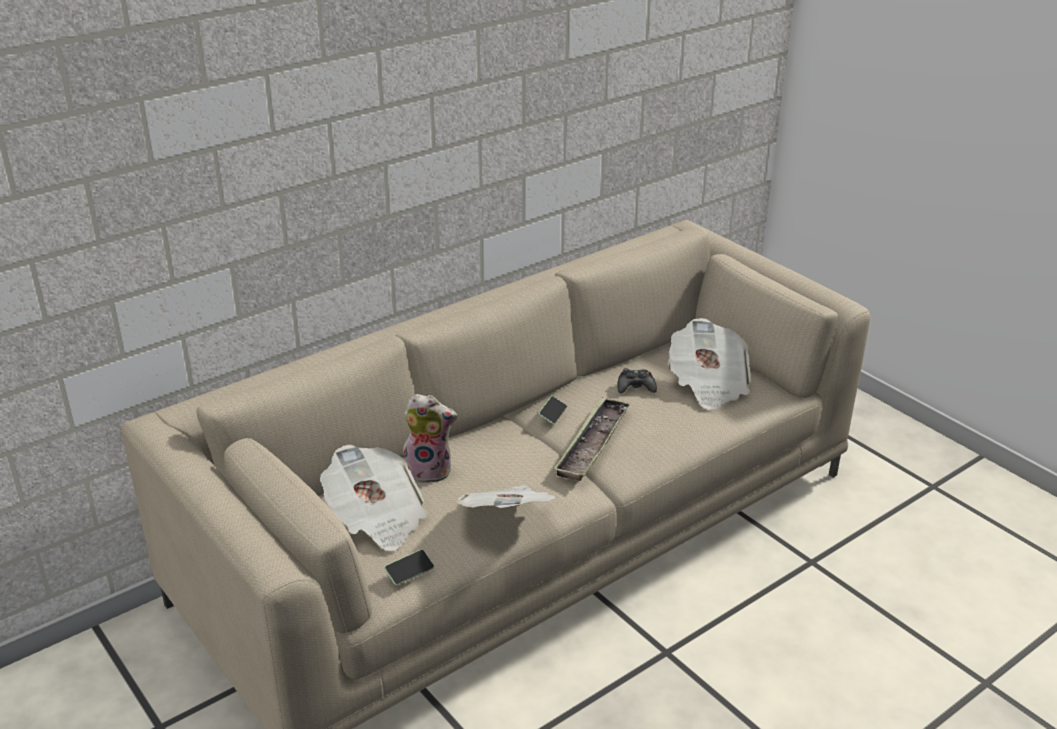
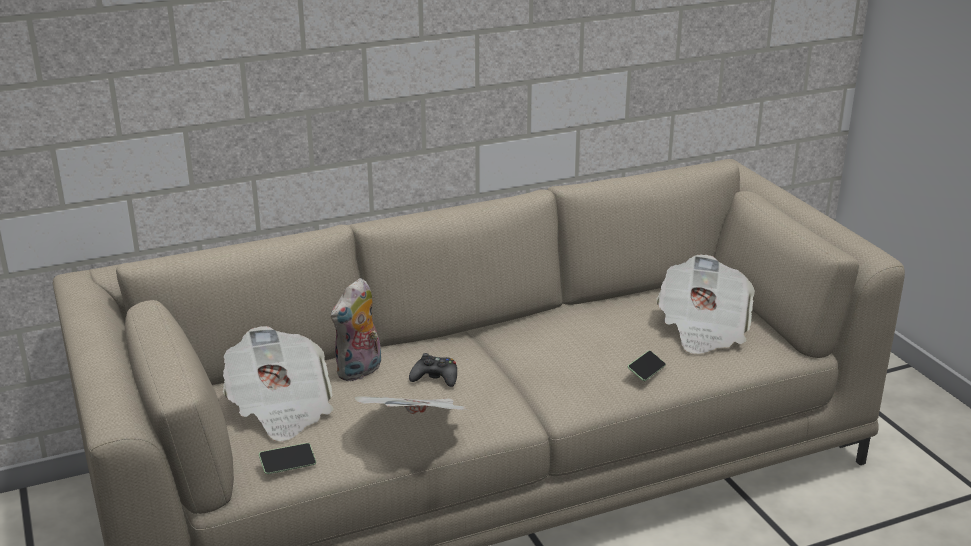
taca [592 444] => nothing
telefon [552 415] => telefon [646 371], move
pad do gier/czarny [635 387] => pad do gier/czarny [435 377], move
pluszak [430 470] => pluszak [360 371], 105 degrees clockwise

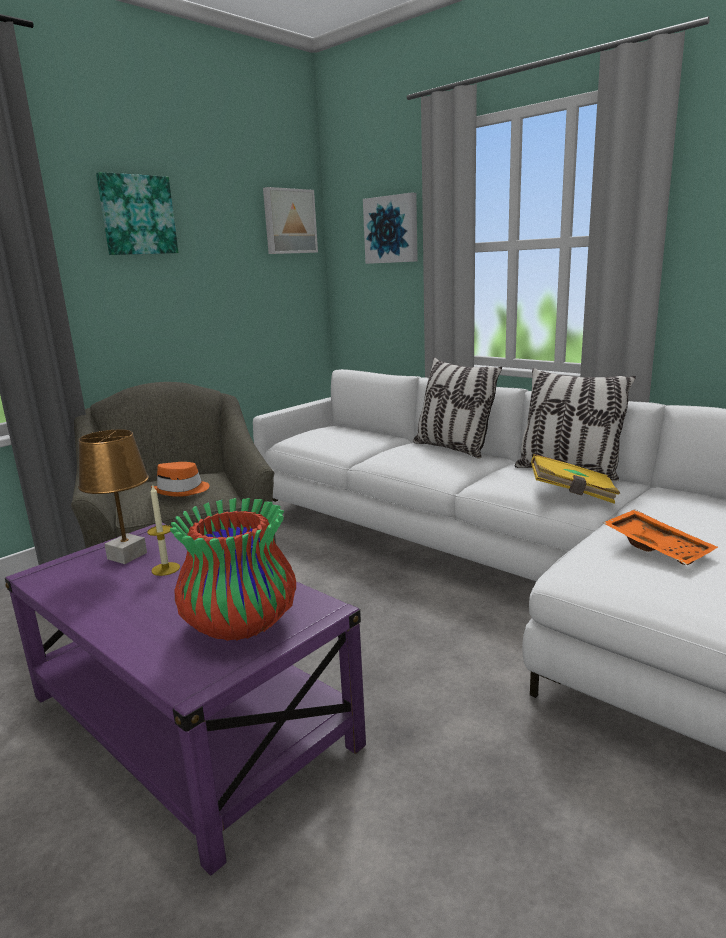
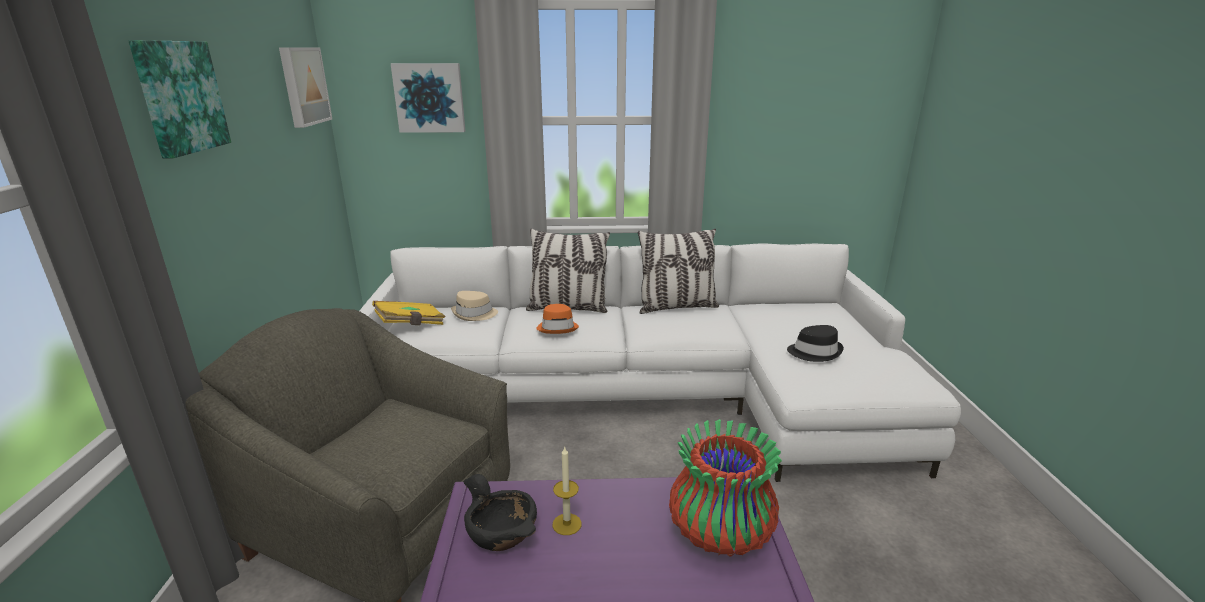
nothing => kapelusz/beżowy [474 314]
kapelusz/pomarańczowy [182 490] => kapelusz/pomarańczowy [557 327], move
książka/żółty [572 494] => książka/żółty [410 325], move
lampa stołowa/brązowy [127 556] => miska/czarny [502 533]
taca/pomarańczowy [658 547] => kapelusz/czarny [814 352]

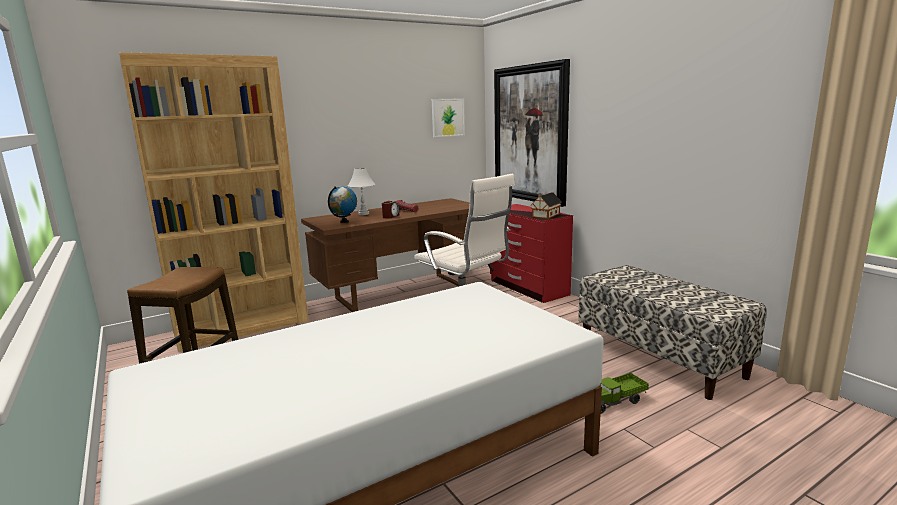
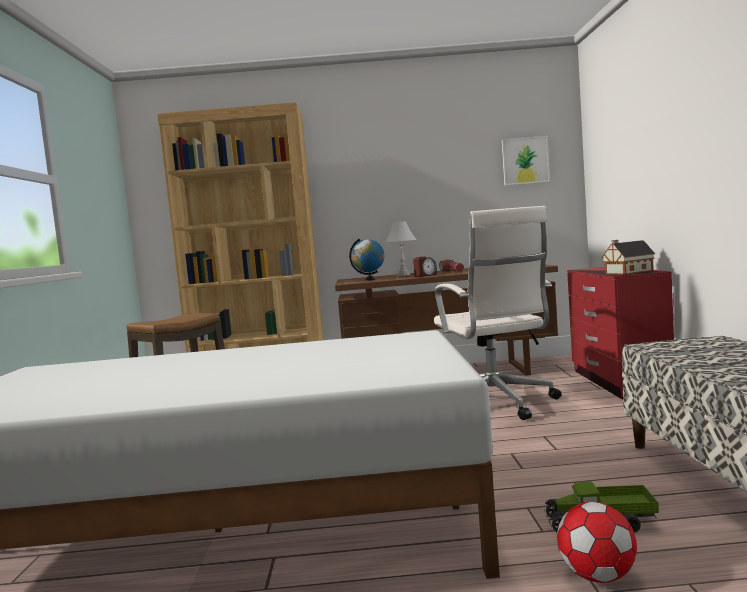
obraz [530 134] => nothing
nothing => piłka futbolowa [598 576]

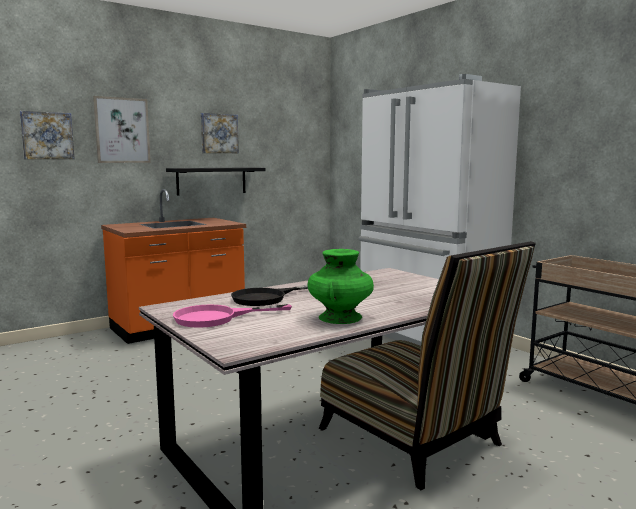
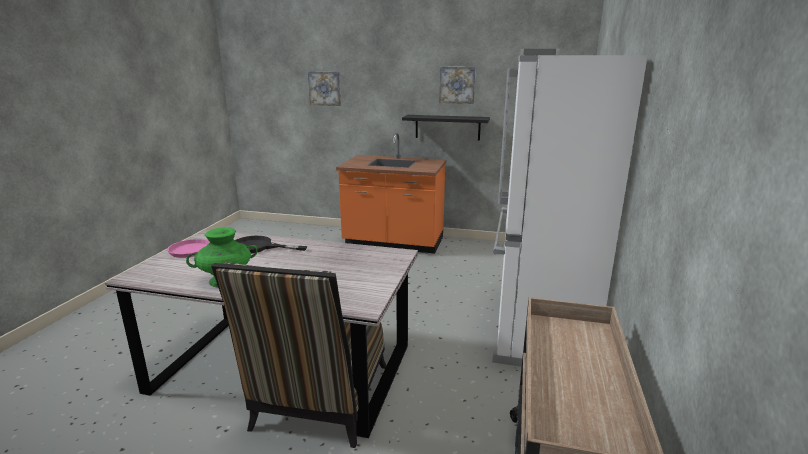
obraz [122 130] => nothing

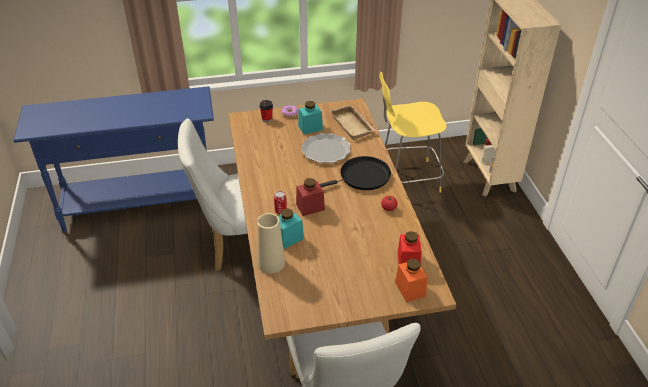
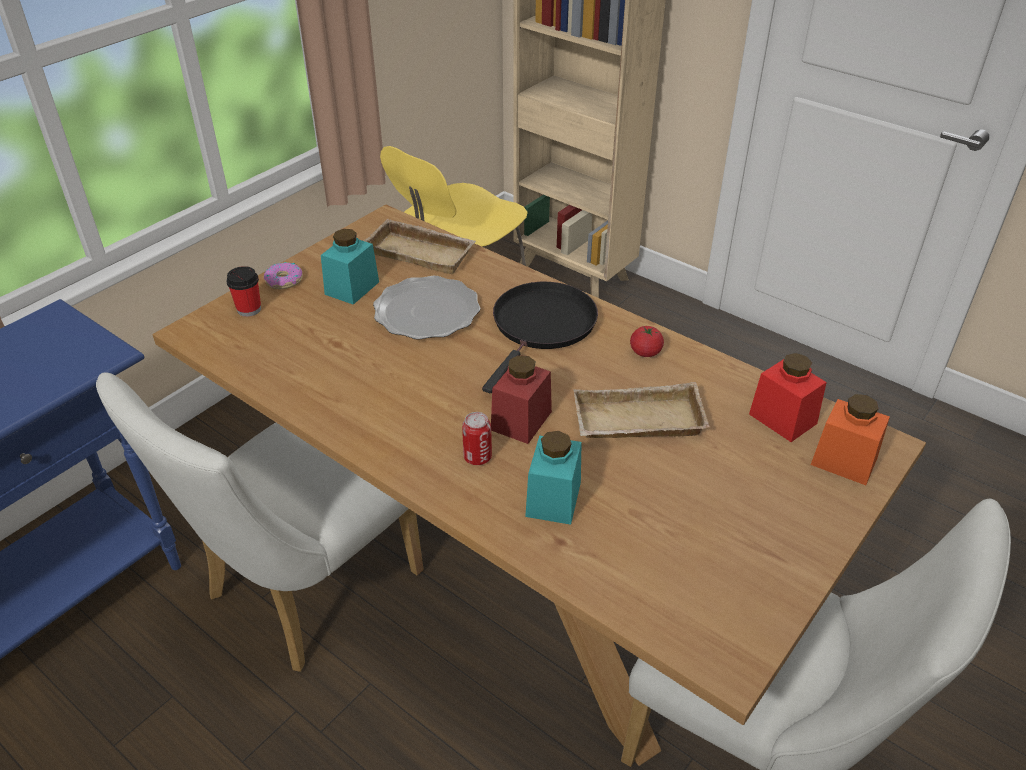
wazon/beżowy [271 263] => nothing
nothing => taca/beżowy [637 423]

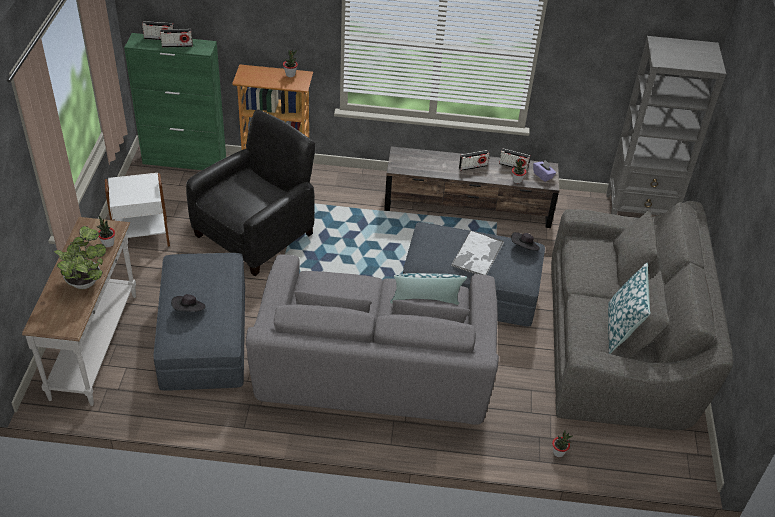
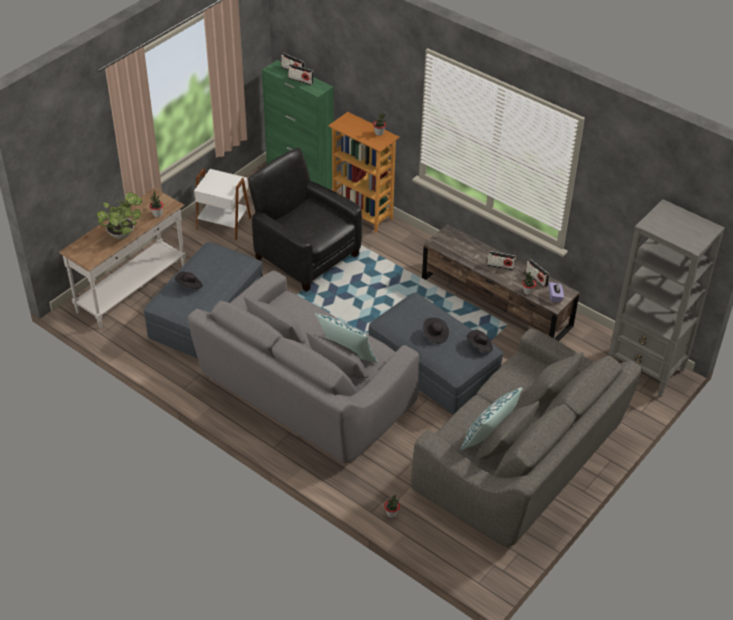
taca [477 255] => kapelusz/czarny [435 335]
fotel/czarny [255 234] => fotel/czarny [306 256], 120 degrees counterclockwise

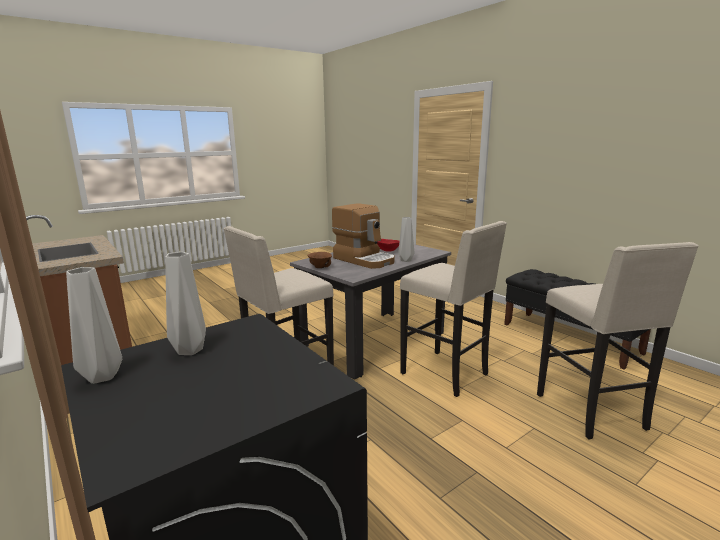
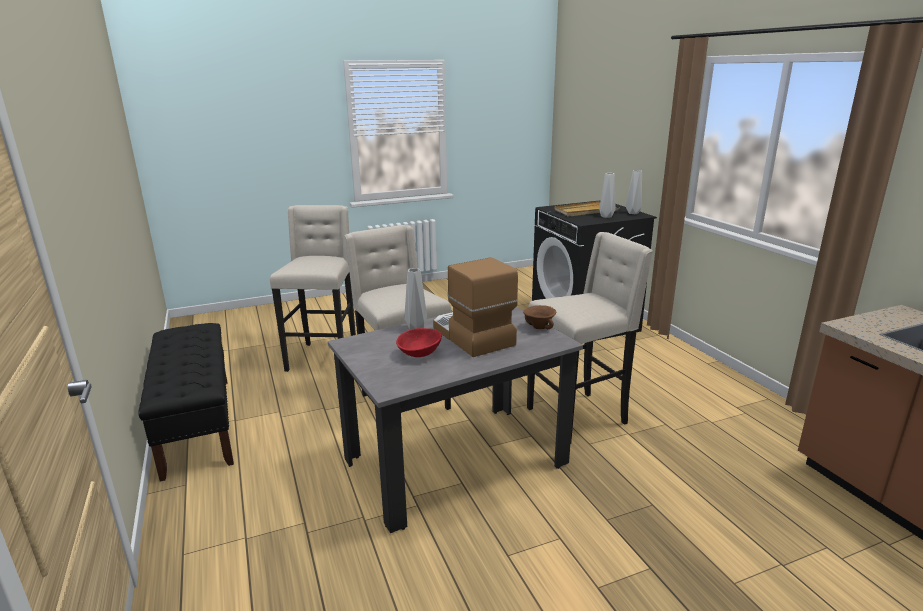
nothing => taca/beżowy [585 211]

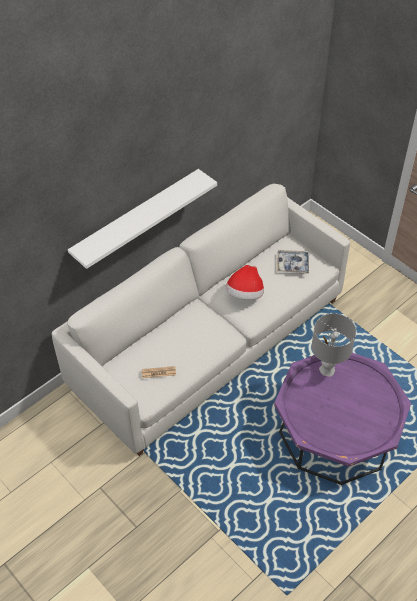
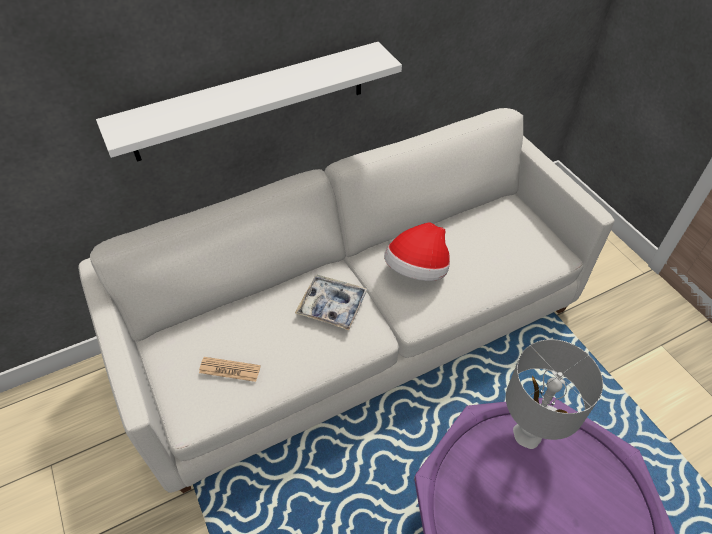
taca [292 264] => taca [332 306], move

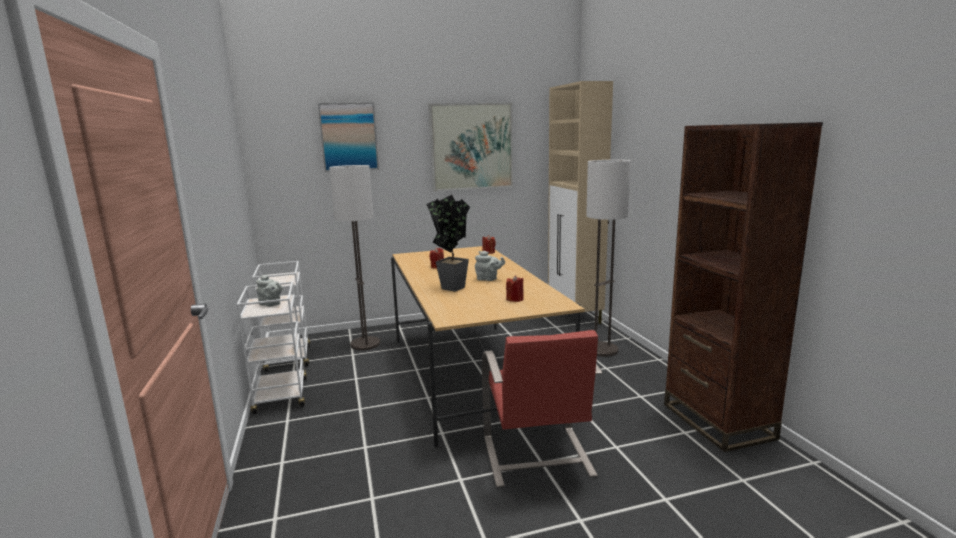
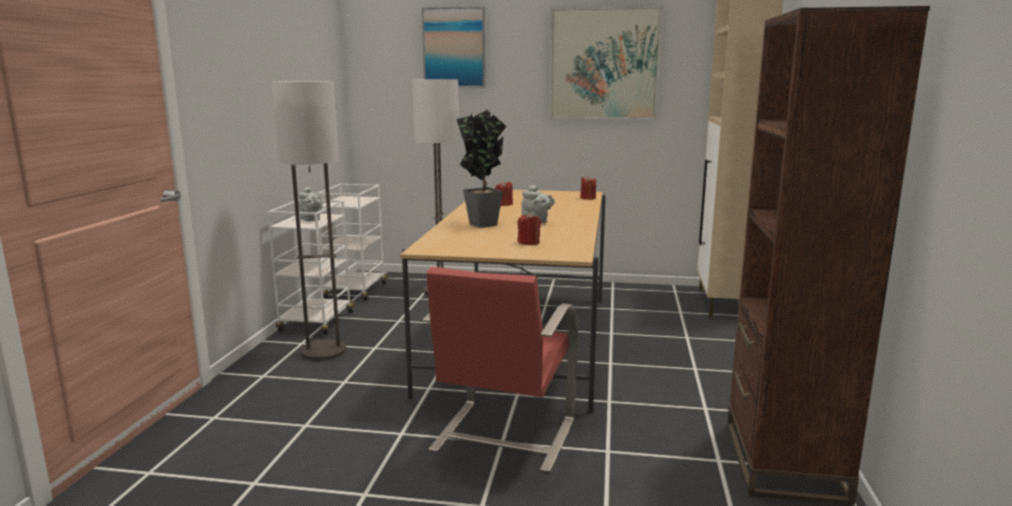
lampa stojąca [602 350] => lampa stojąca [324 351], move

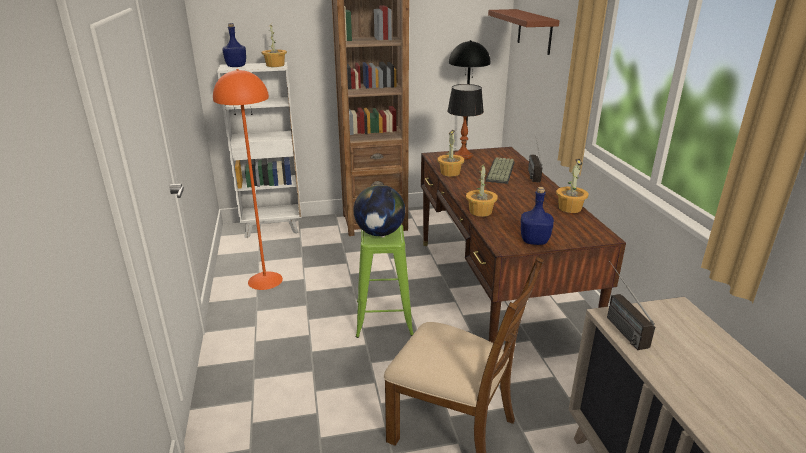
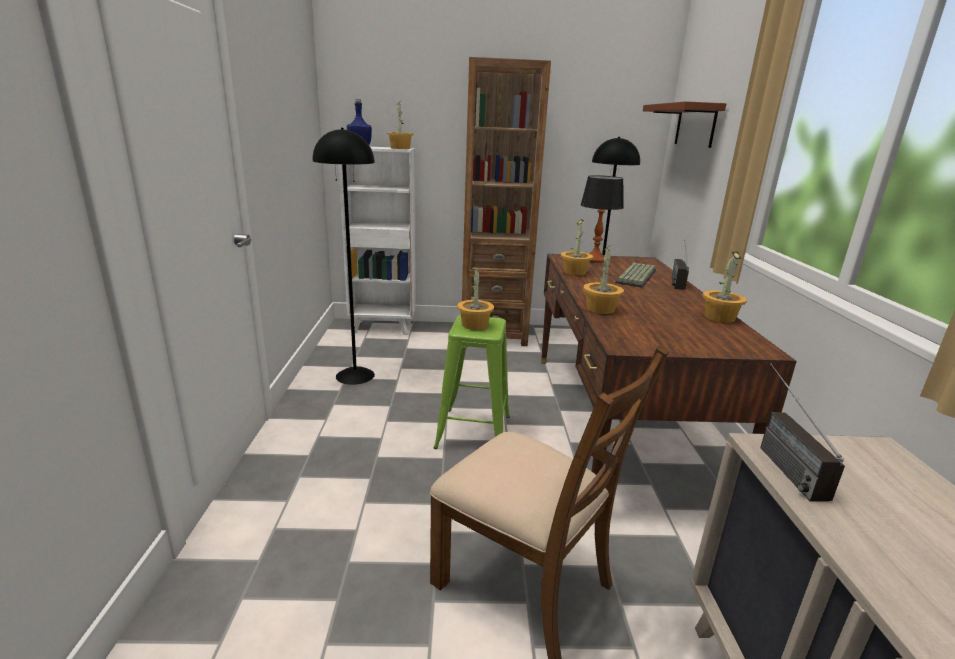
butelka/niebieski [533 241] => nothing
globus [380 233] => roślina doniczkowa [475 325]
lampa stojąca/pomarańczowy [265 280] => lampa stojąca/czarny [355 375]

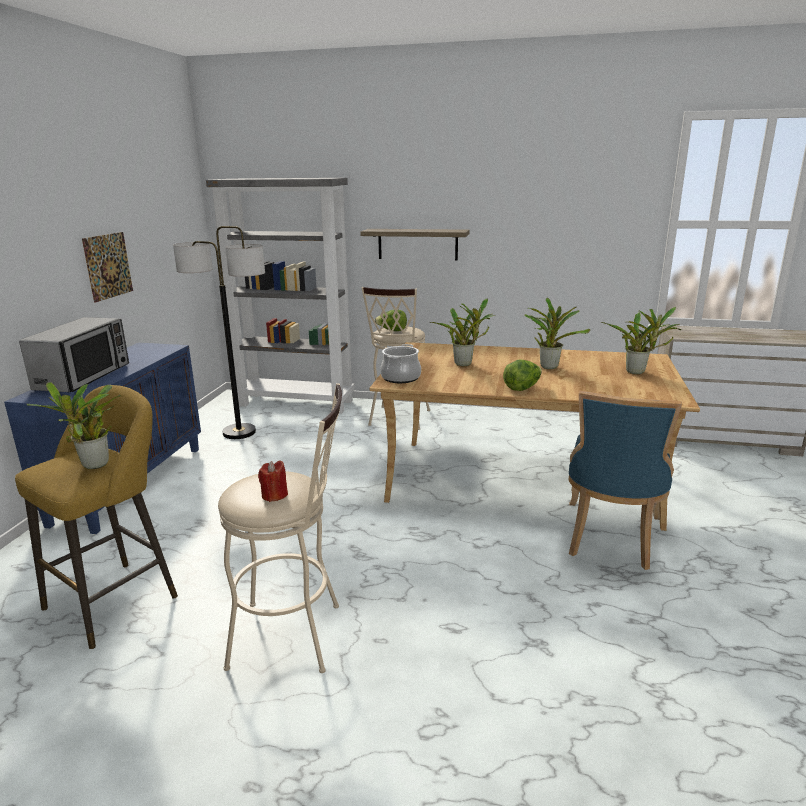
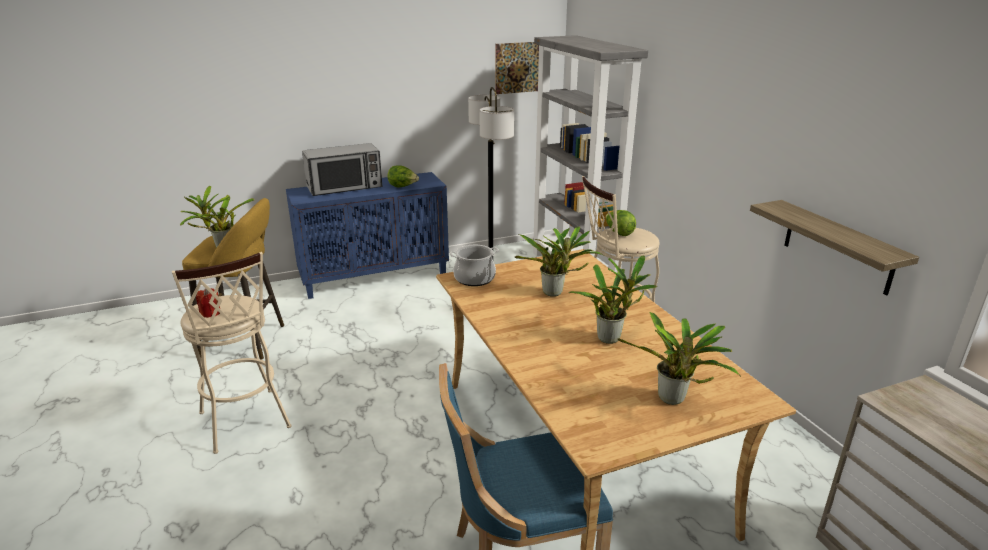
obraz [108 266] => obraz [517 67], move
półka [417 244] => półka [837 247], move
sałata [522 388] => sałata [403 187], move

